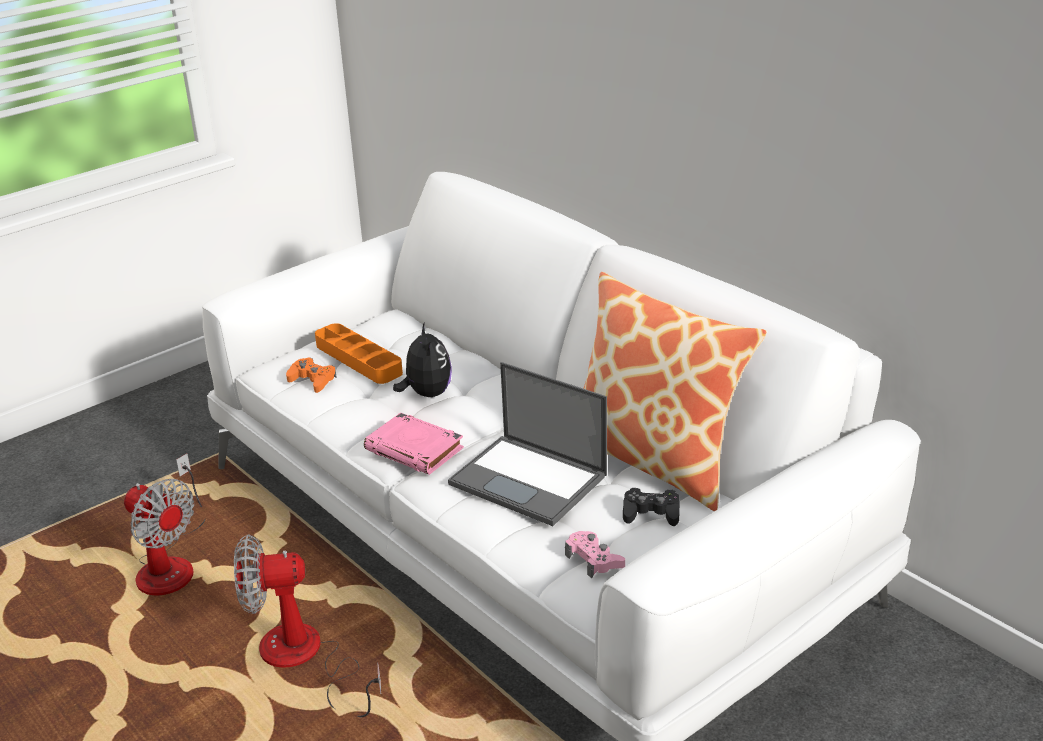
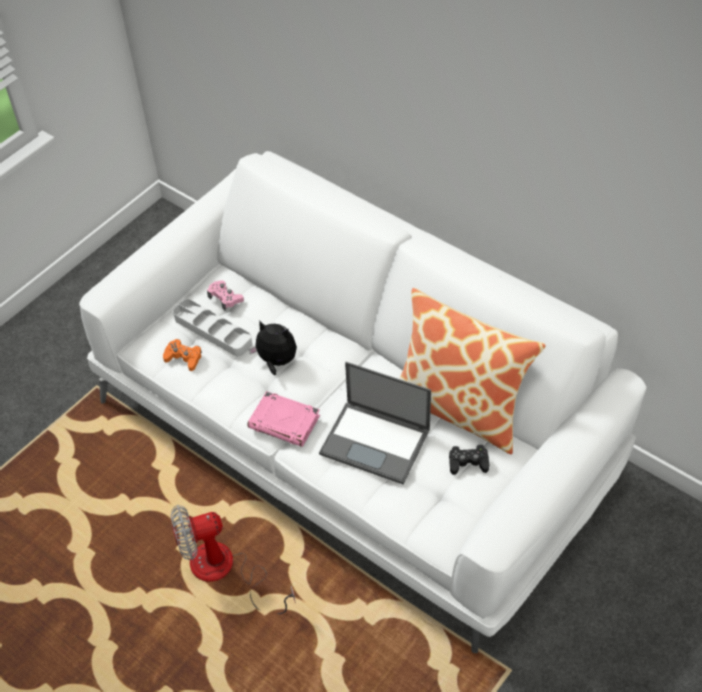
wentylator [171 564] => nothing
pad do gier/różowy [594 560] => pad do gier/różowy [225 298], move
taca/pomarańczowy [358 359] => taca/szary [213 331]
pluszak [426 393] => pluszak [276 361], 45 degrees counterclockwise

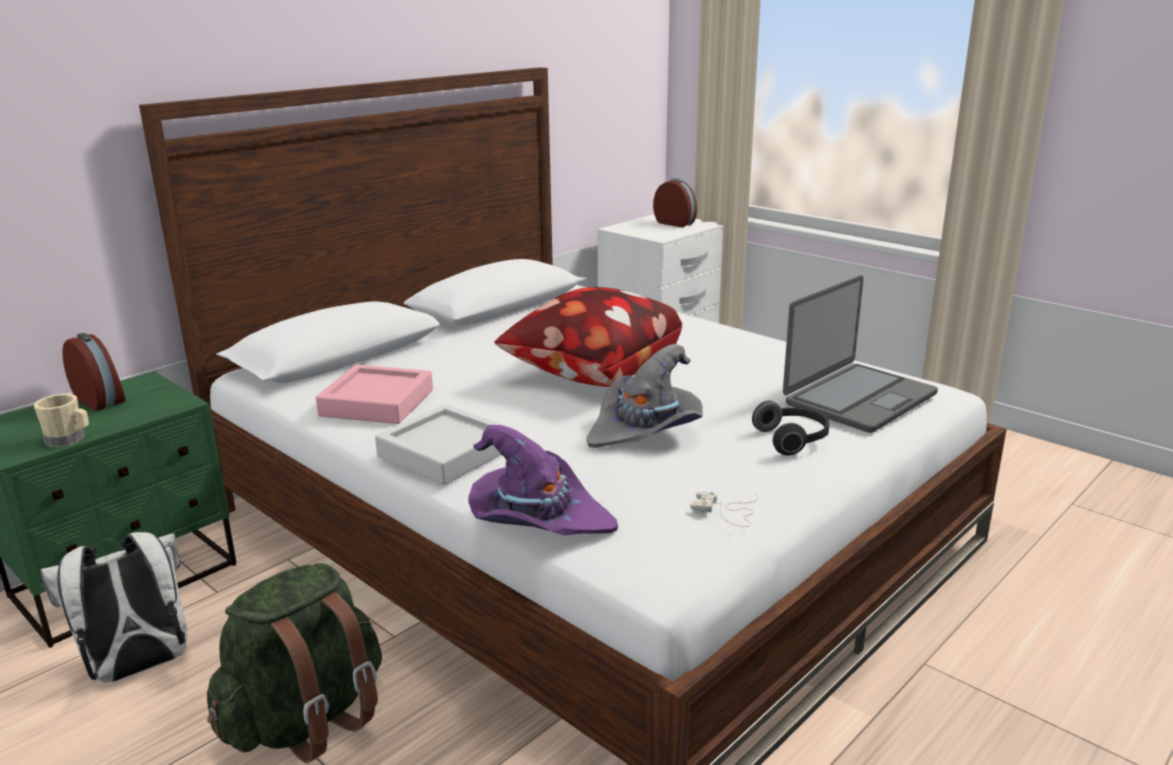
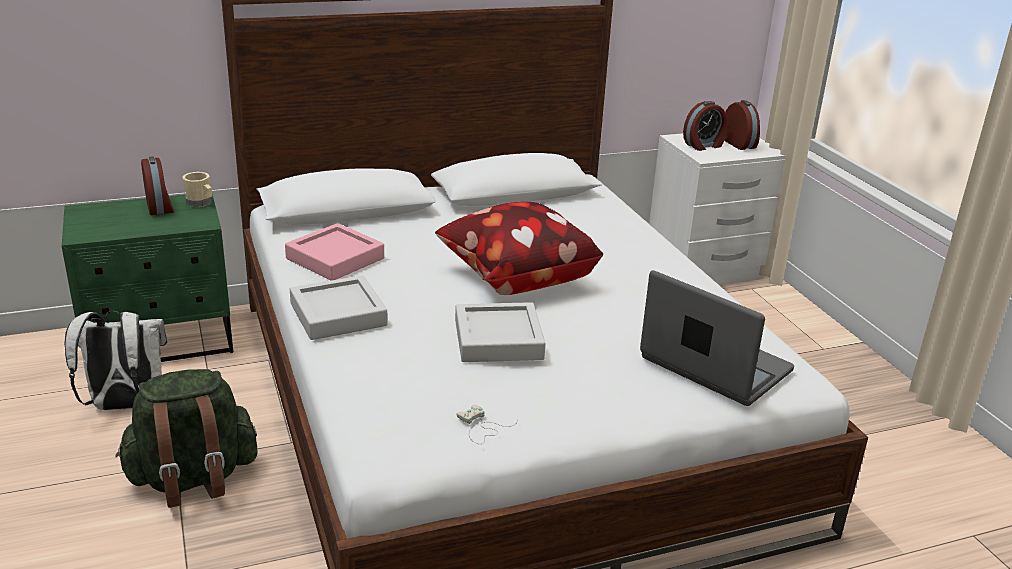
kapelusz/fioletowy [537 518] => nothing
słuchawki [792 440] => nothing
nothing => budzik [704 145]
kubek/beżowy [69 439] => kubek/beżowy [201 203], move
kapelusz/szary [646 429] => taca/szary [498 340]
laptop [858 398] => laptop [714 366], 120 degrees counterclockwise

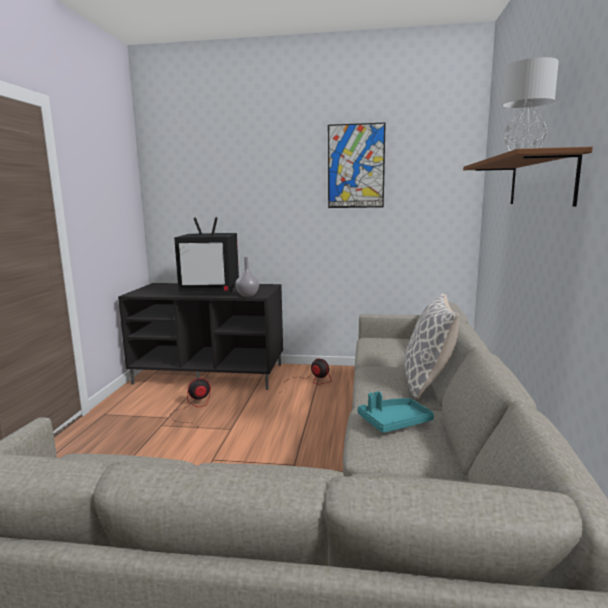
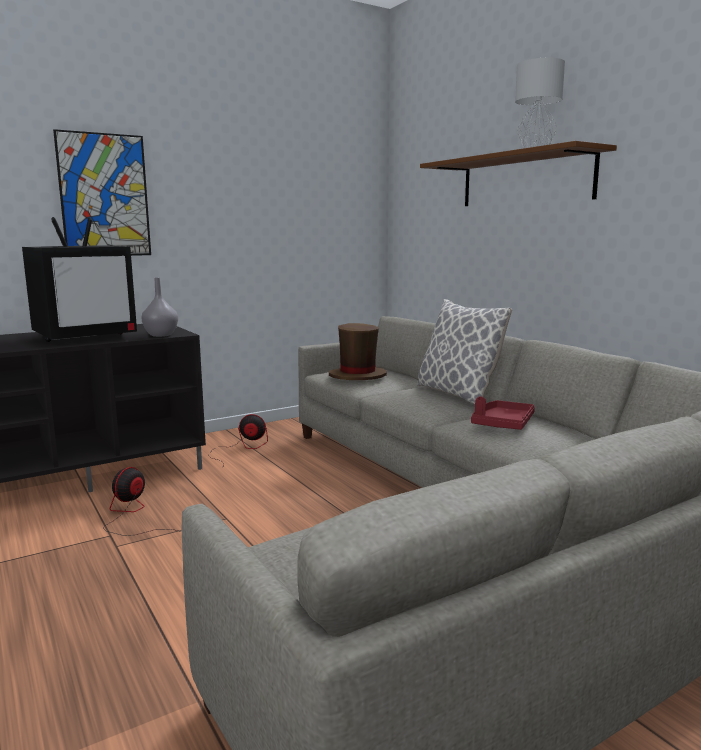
nothing => kapelusz/brązowy [357 376]
obraz [356 166] => obraz [104 195], move
taca/turkusowy [394 422] => taca/czerwony [502 424]

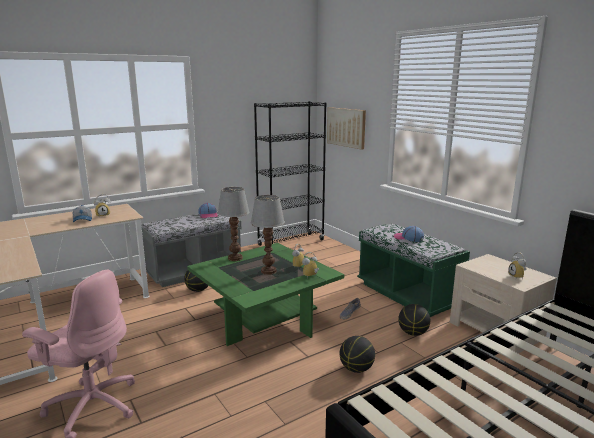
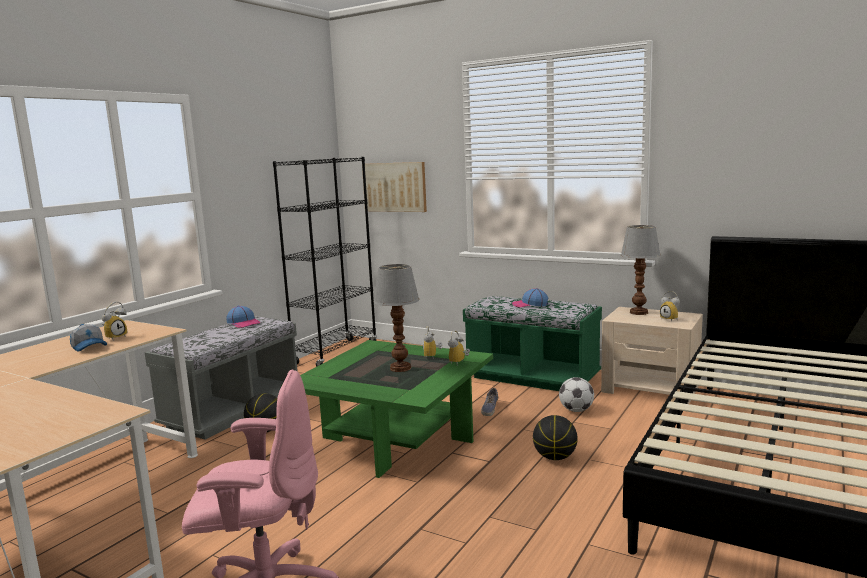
lampa stołowa [236 258] => lampa stołowa [639 312], move
piłka do koszykówki [412 333] => piłka futbolowa [576 410]

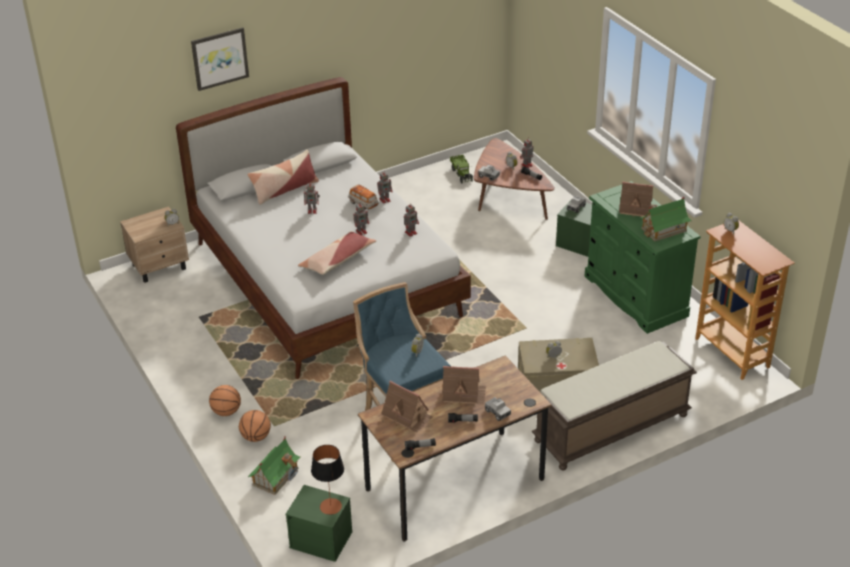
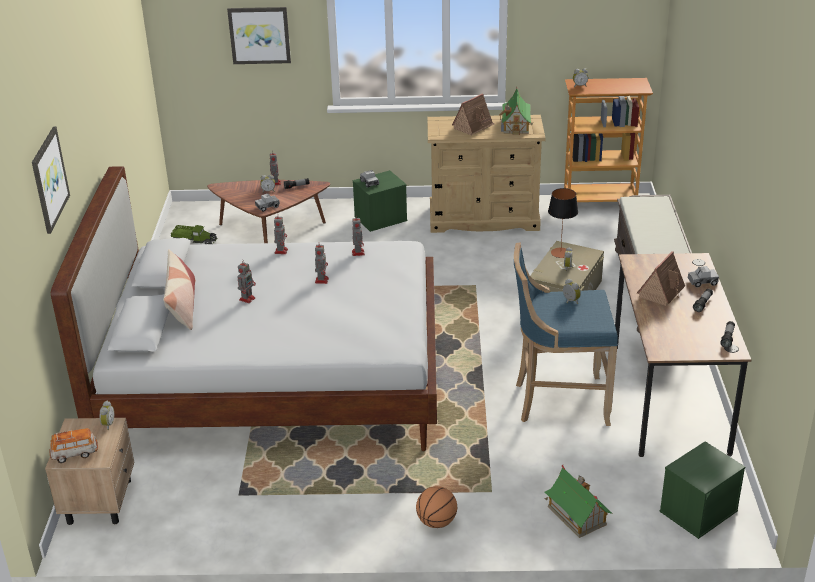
piłka do koszykówki [256 437] => nothing
poduszka [337 260] => nothing
domek [407 416] => nothing
nothing => obraz [259 35]
lampa stołowa [330 506] => lampa stołowa [560 253], move
samochodzik [363 204] => samochodzik [75 454], move
komoda/zielony [635 296] => komoda/beżowy [484 218]

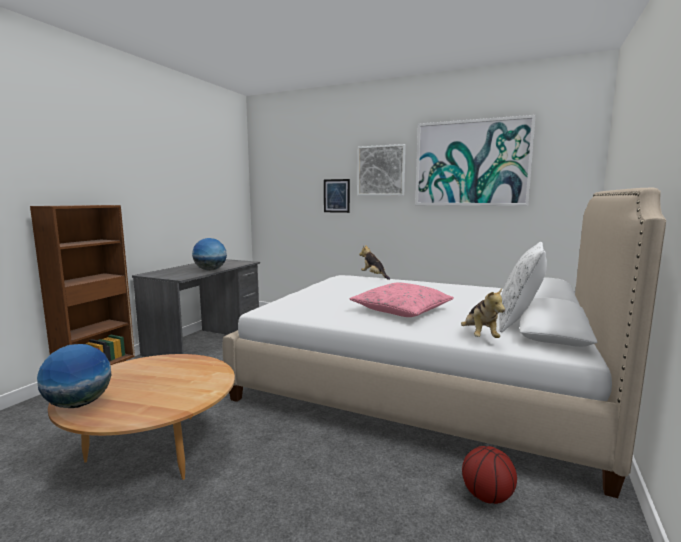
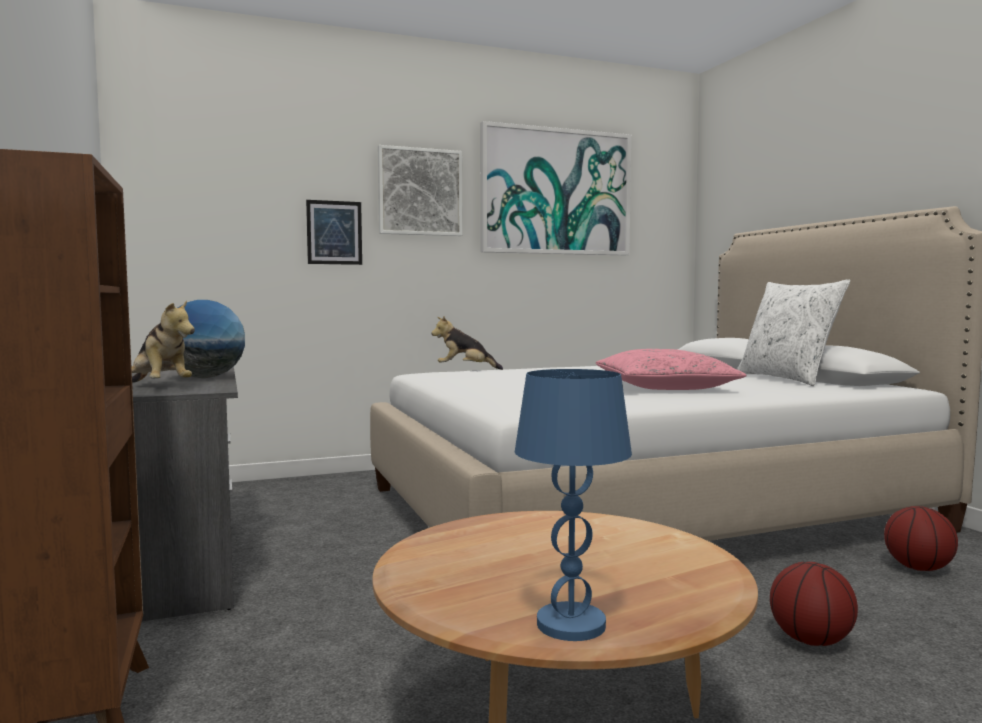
nothing => piłka do koszykówki [810 640]
pluszak [479 336] => pluszak [160 387], move
globus [79 404] => lampa stołowa/niebieski [571 624]

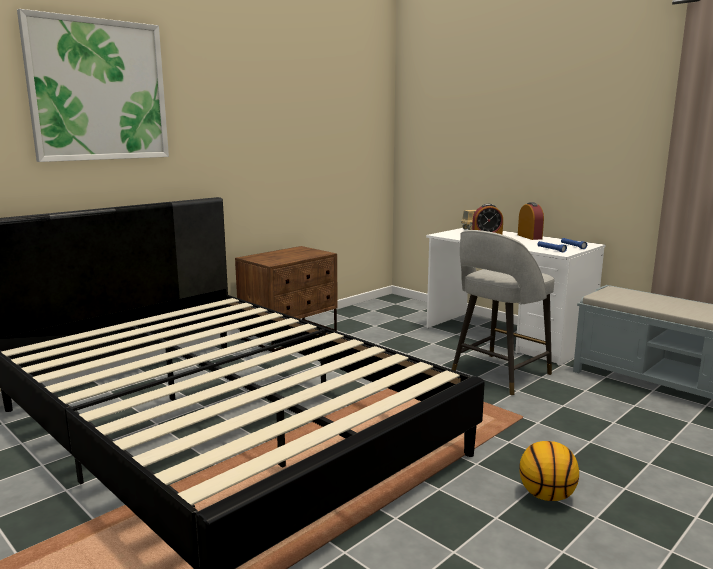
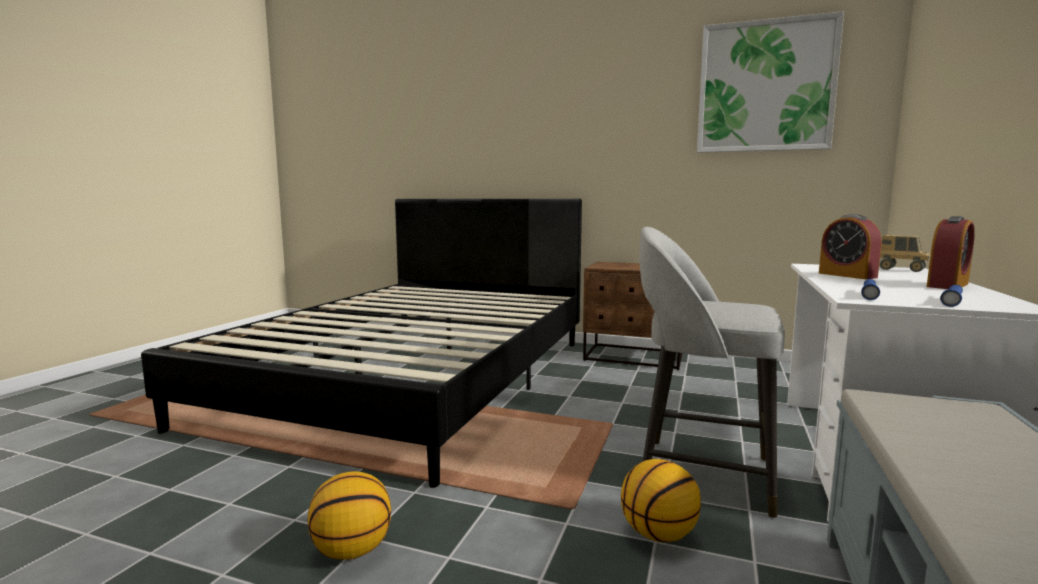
nothing => piłka do koszykówki [658 534]
obraz [98 90] => obraz [765 87], move

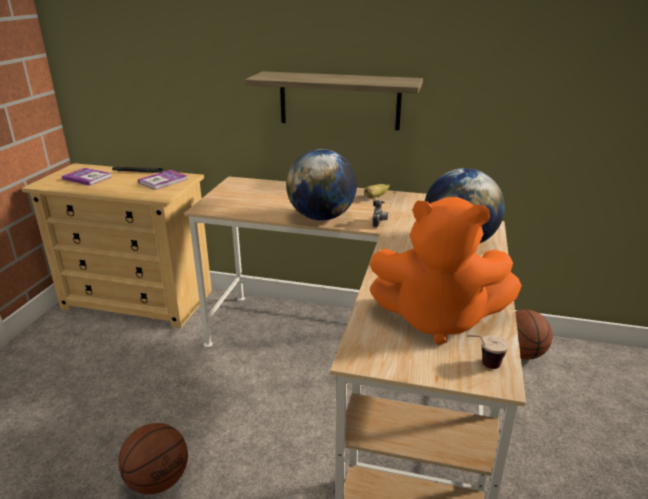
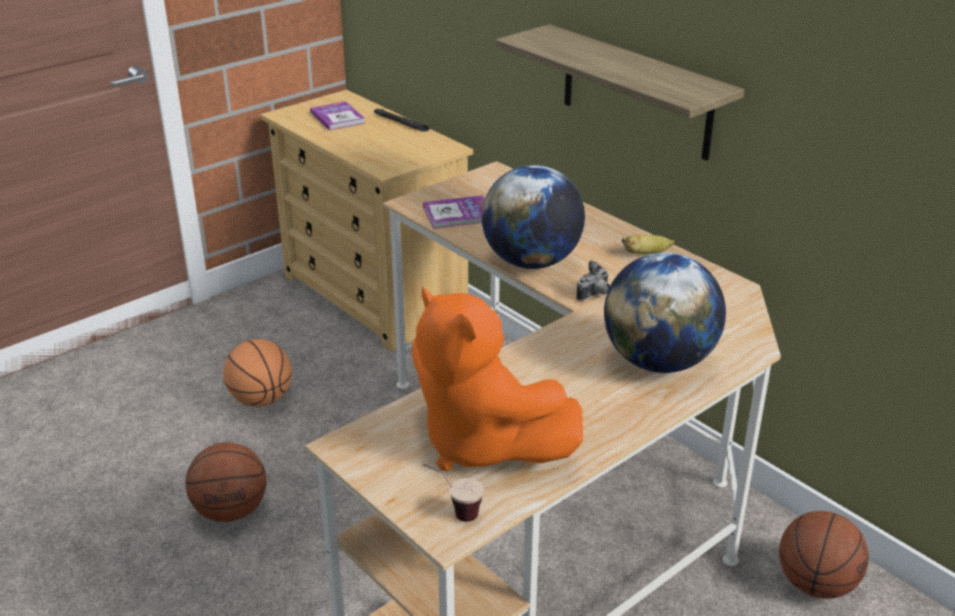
nothing => piłka do koszykówki [261 400]
książka [163 181] => książka [458 214], move

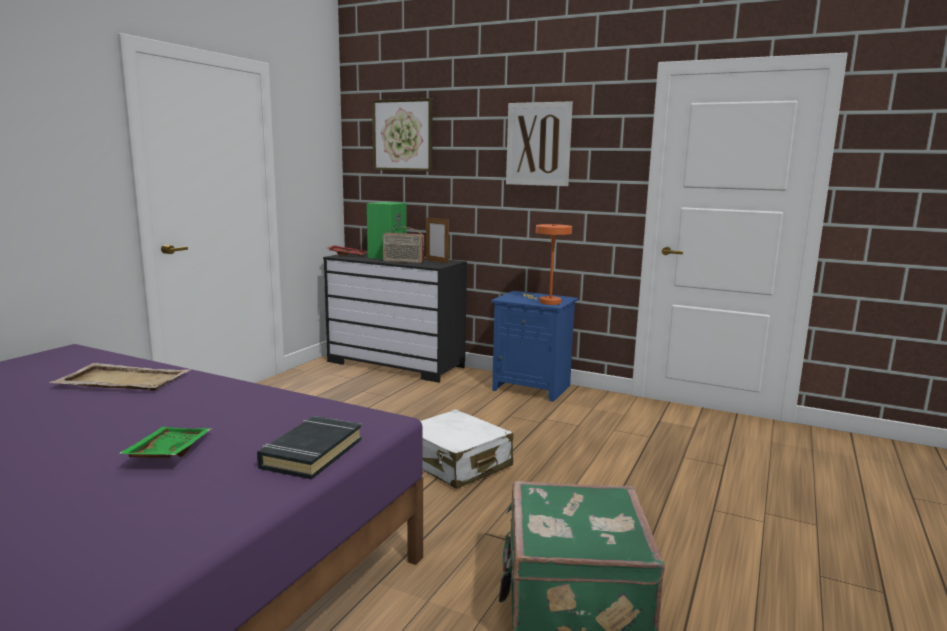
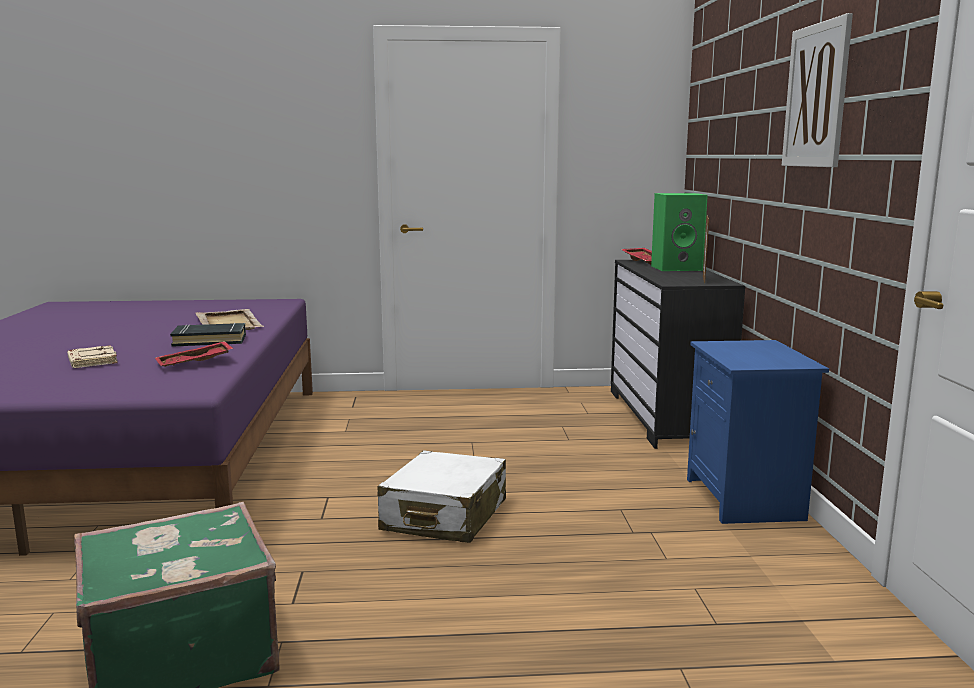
obraz [403 135] => nothing
radio [403 262] => nothing
lampa stołowa/pomarańczowy [546 301] => nothing
nothing => taca/czerwony [195 364]
książka/czarny [311 453] => książka/czarny [210 340], move
taca/zielony [167 452] => książka/beżowy [91 361]

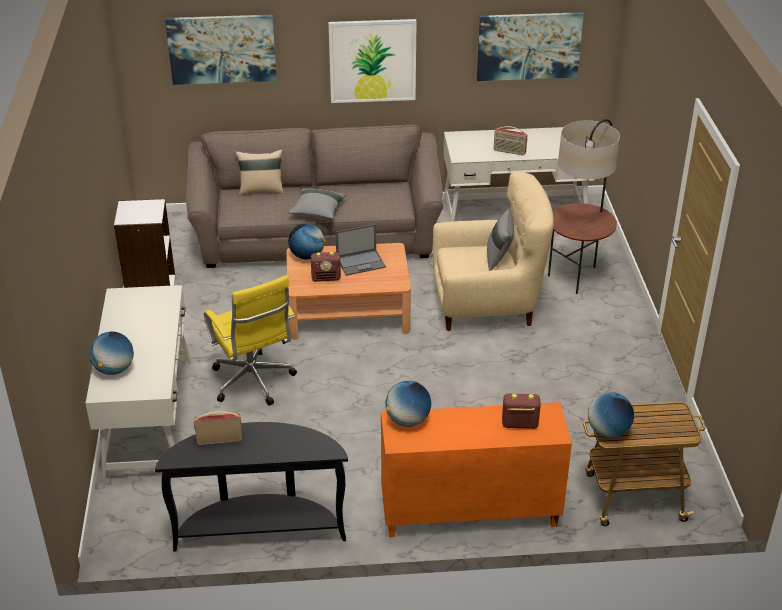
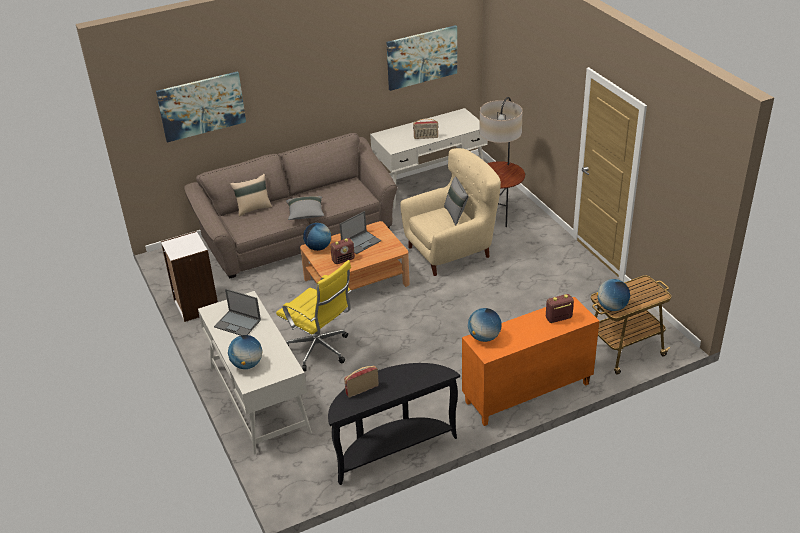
obraz [372 60] => nothing
nothing => laptop [238 323]

